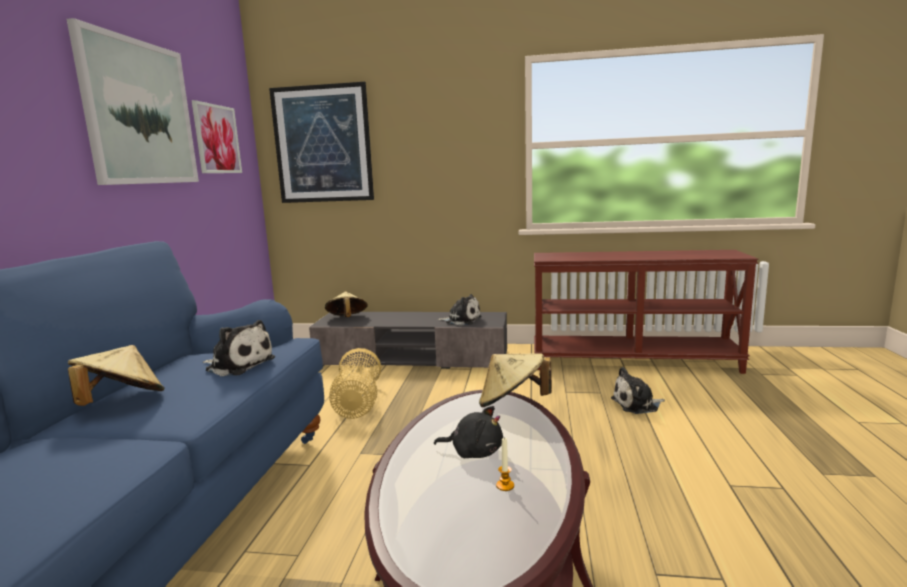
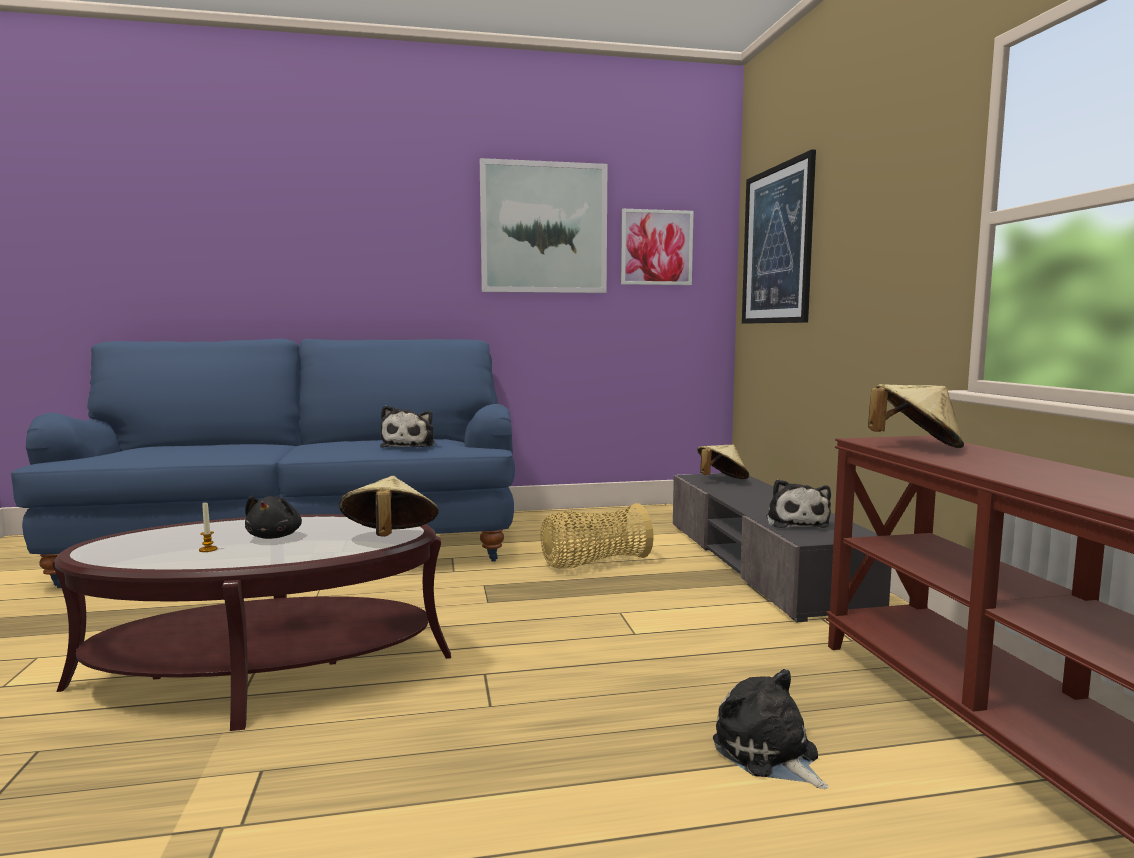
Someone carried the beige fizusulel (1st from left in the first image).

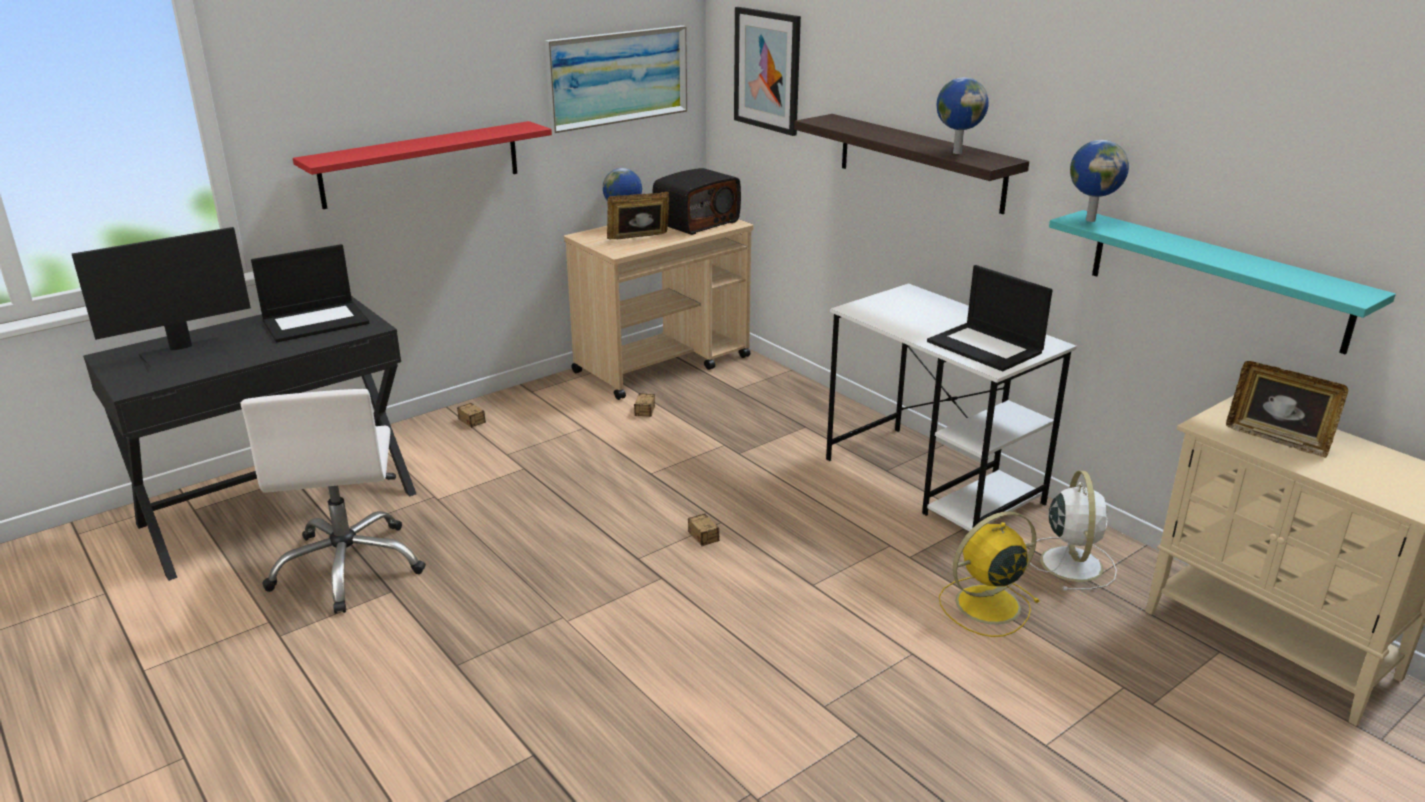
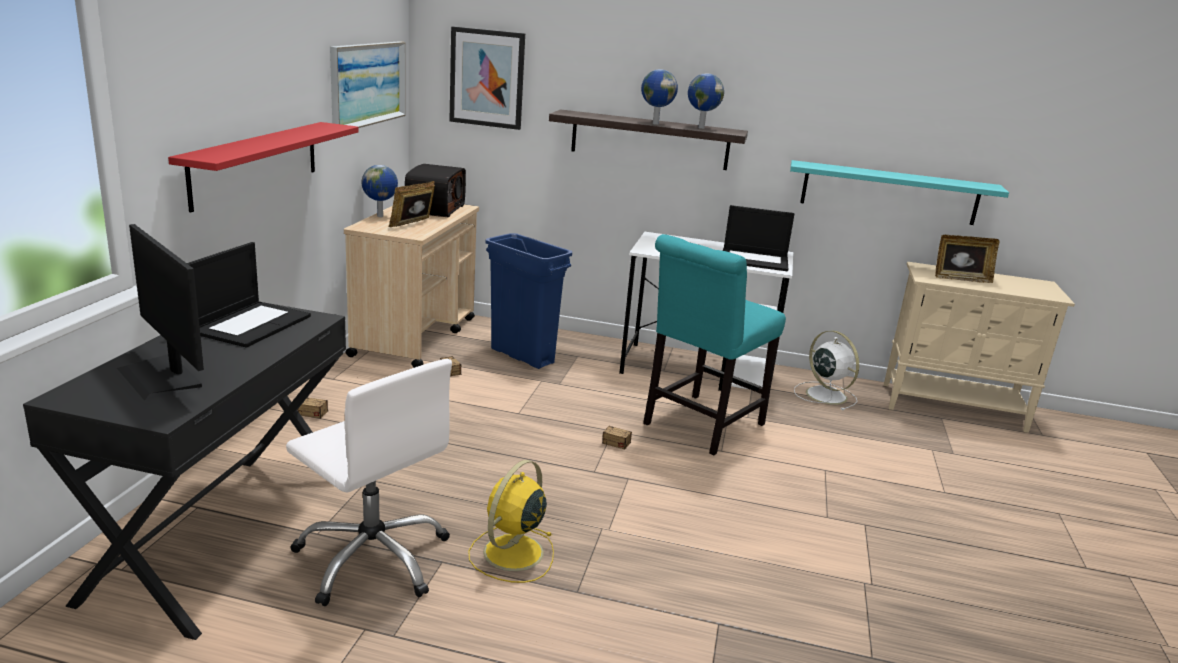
Someone rotated the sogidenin by 120 degrees clockwise. Someone carried the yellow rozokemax. Someone carried the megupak (3rd from left in the first image). Someone put down the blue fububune. Someone put down the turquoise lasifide.

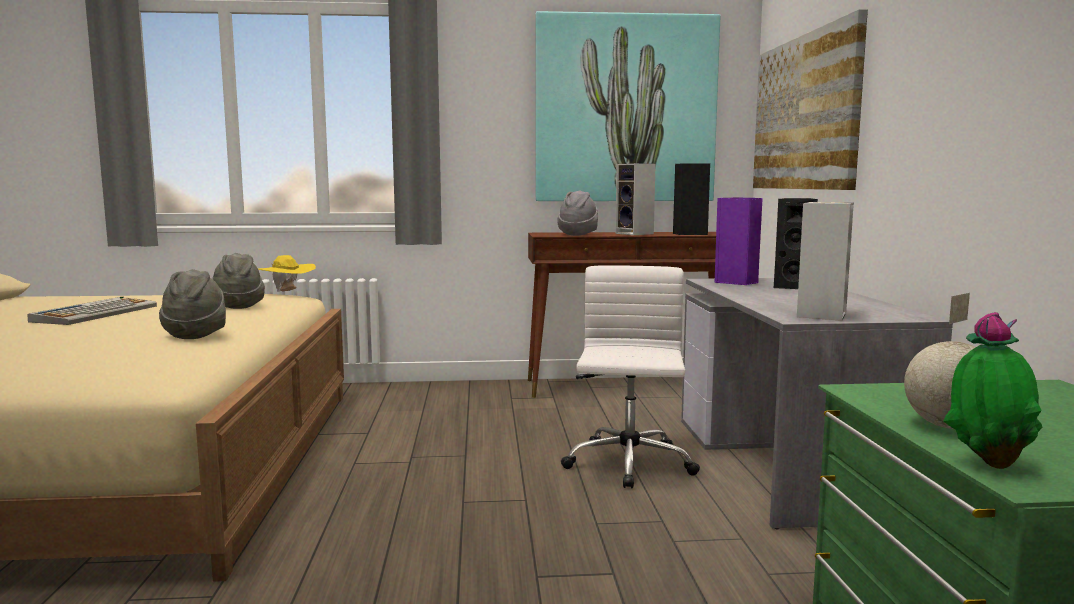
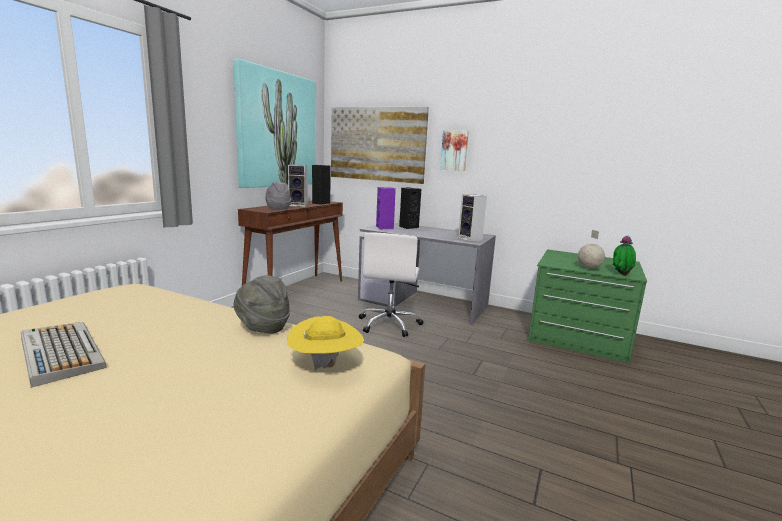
Someone took away the grey fizusulel (2nd from left). Someone carried the yellow fizusulel. Someone rotated the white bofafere by 120 degrees counterclockwise. Someone put up the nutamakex (3rd from left).

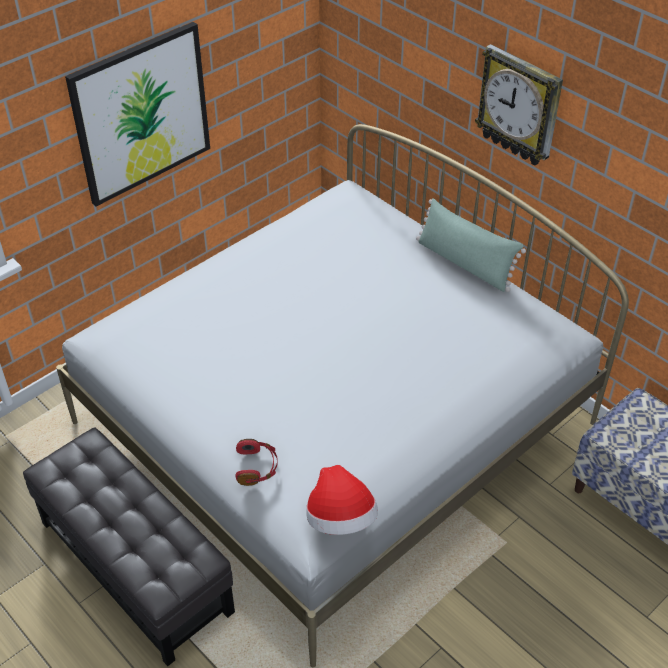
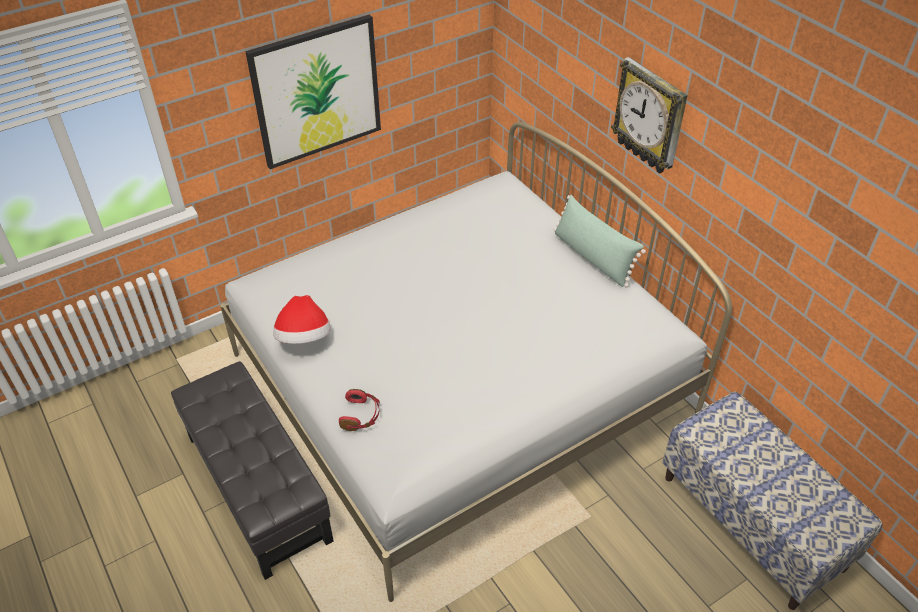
Someone carried the fizusulel.

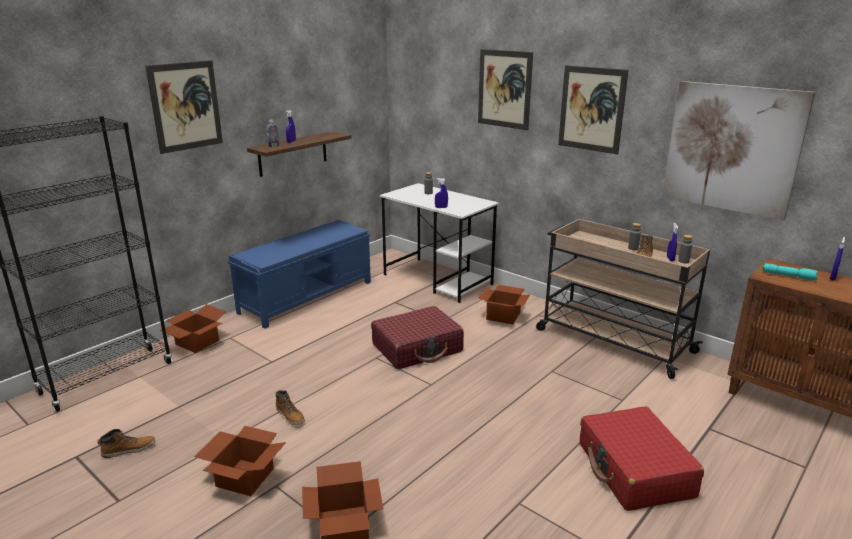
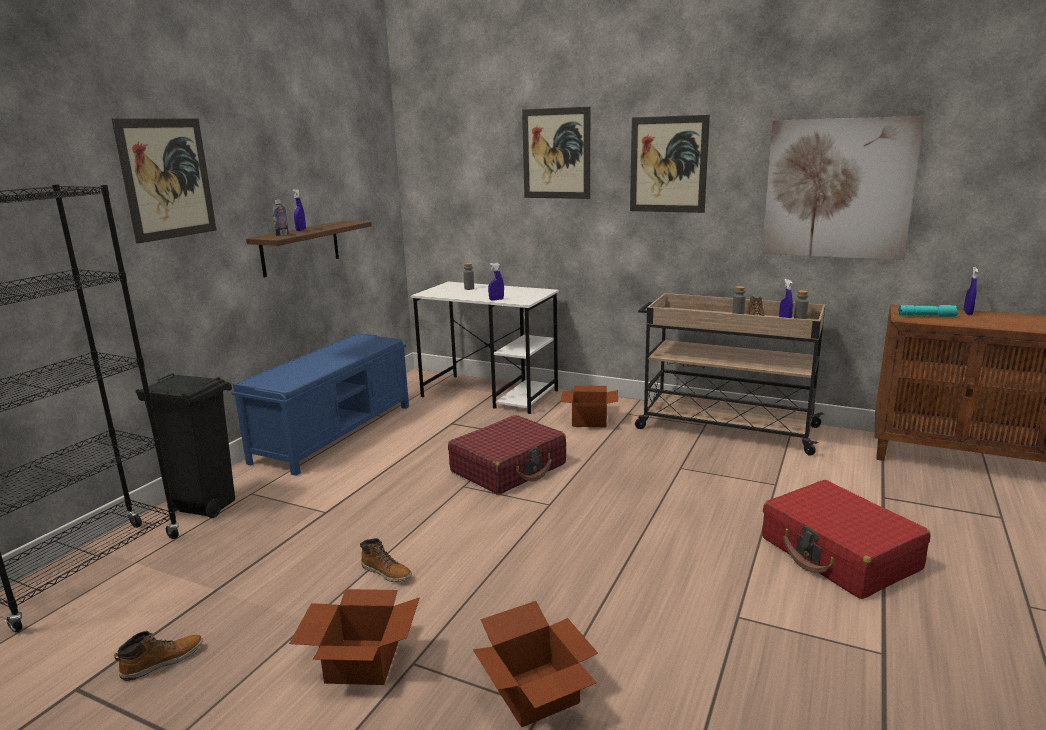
Someone swapped the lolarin (1st from left) for the black fububune.

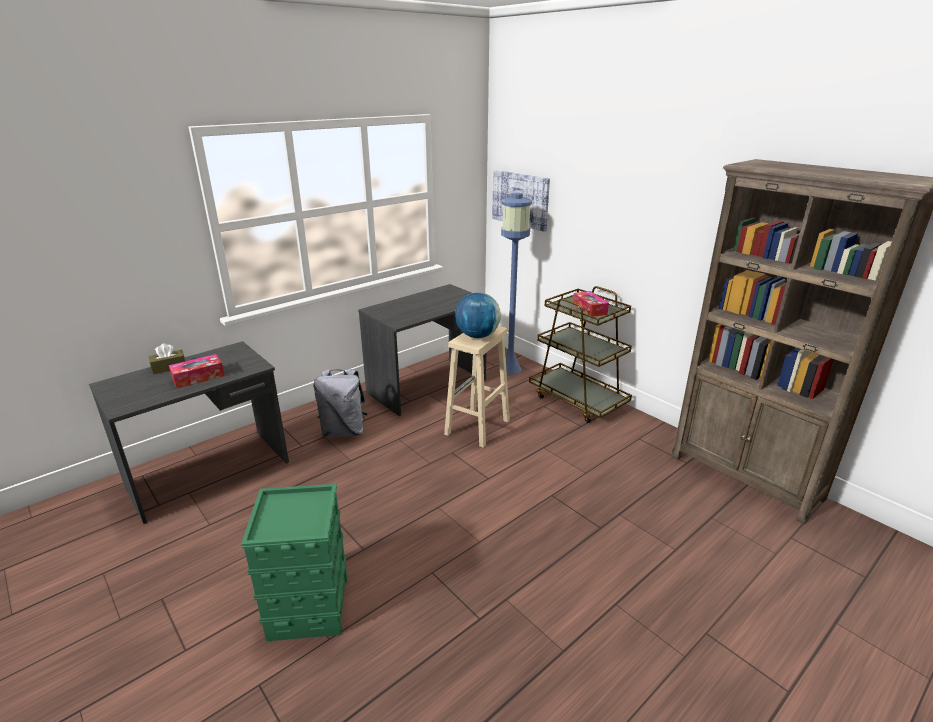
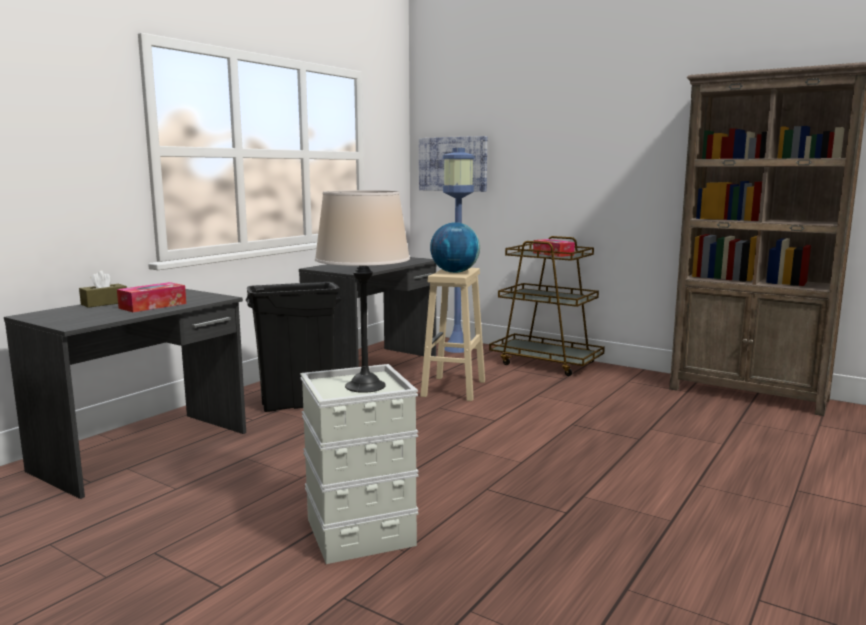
Someone repainted the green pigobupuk, which became the grey pigobupuk. Someone swapped the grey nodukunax for the black fububune. Someone put down the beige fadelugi.

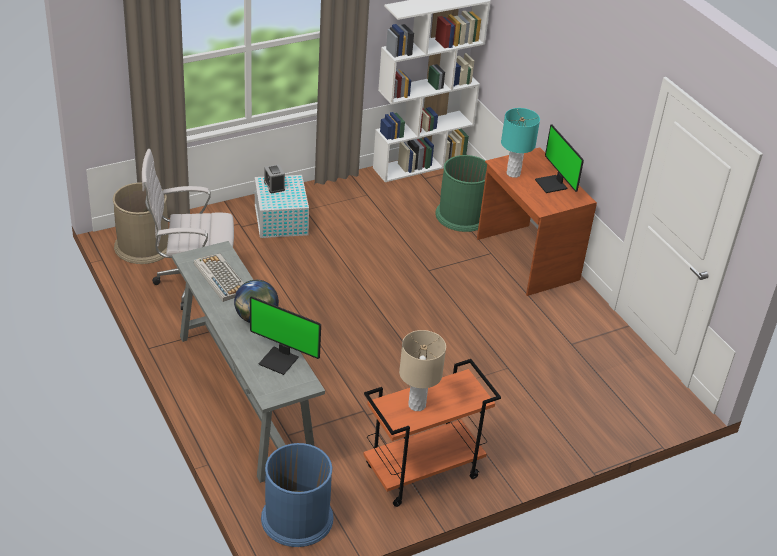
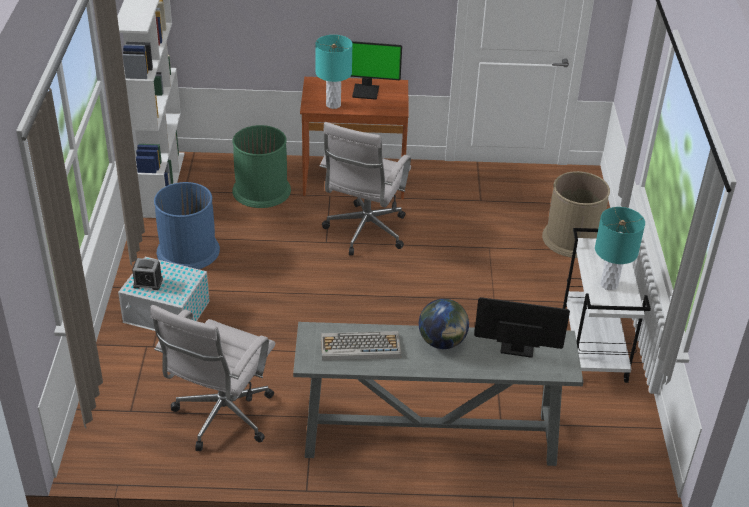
Someone carried the brown fububune. Someone rotated the sogidenin (1st from left in the first image) by 135 degrees counterclockwise. Someone carried the blue fububune. Someone repainted the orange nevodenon, which became the white nevodenon. Someone repainted the beige fadelugi, which became the turquoise fadelugi (2nd from left). Someone put down the white bofafere (2nd from left).

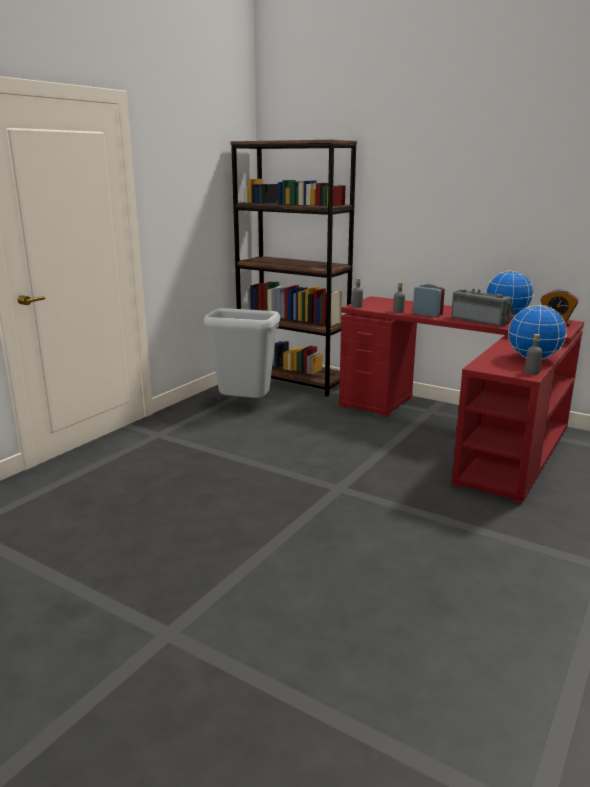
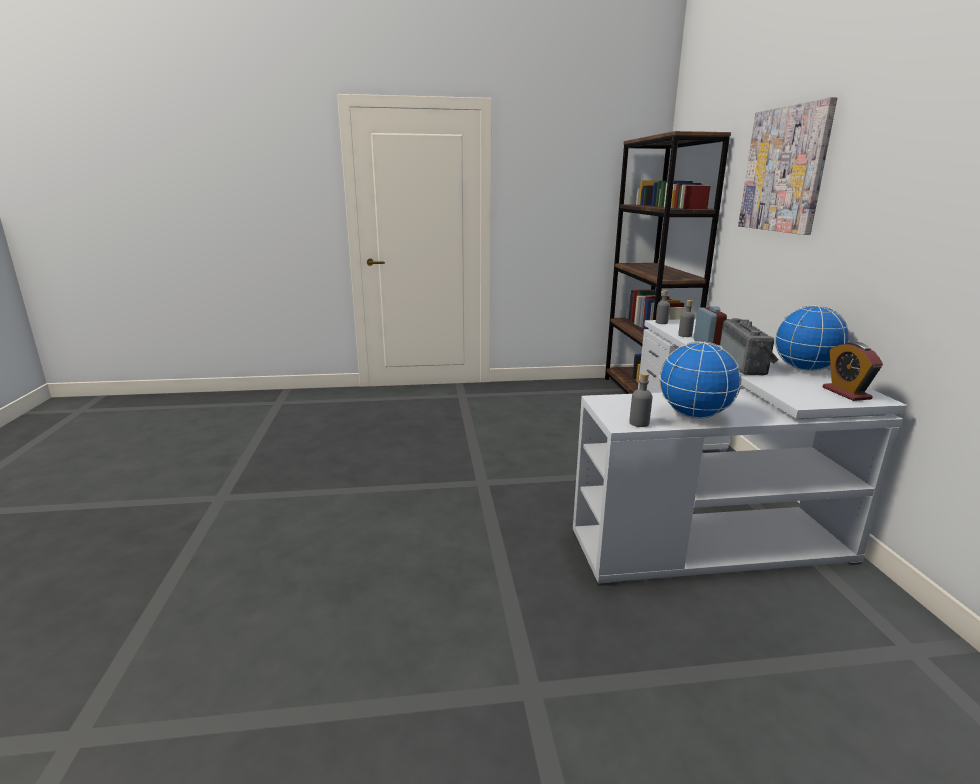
Someone took away the grey fububune. Someone repainted the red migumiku, which became the white migumiku. Someone put up the nutamakex.

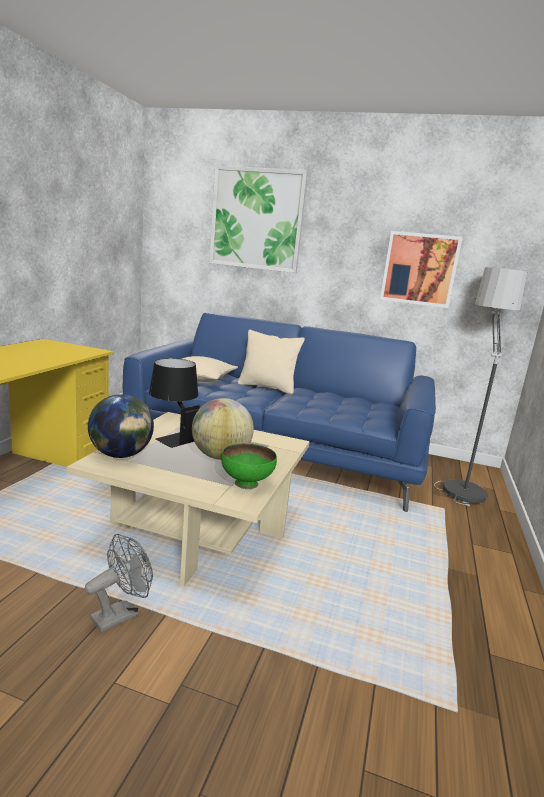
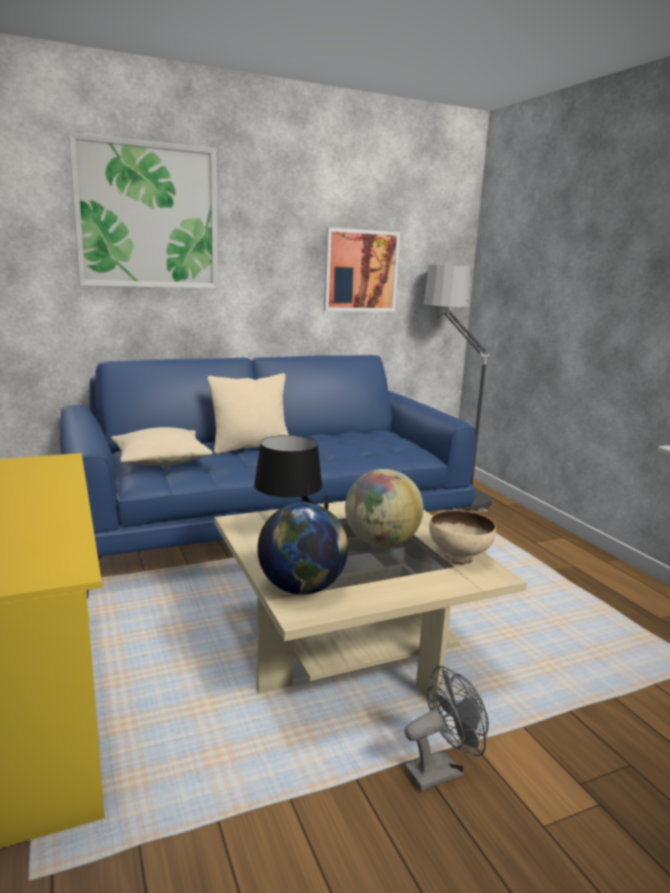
Someone rotated the grey rozokemax by 60 degrees clockwise. Someone repainted the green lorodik, which became the beige lorodik.

